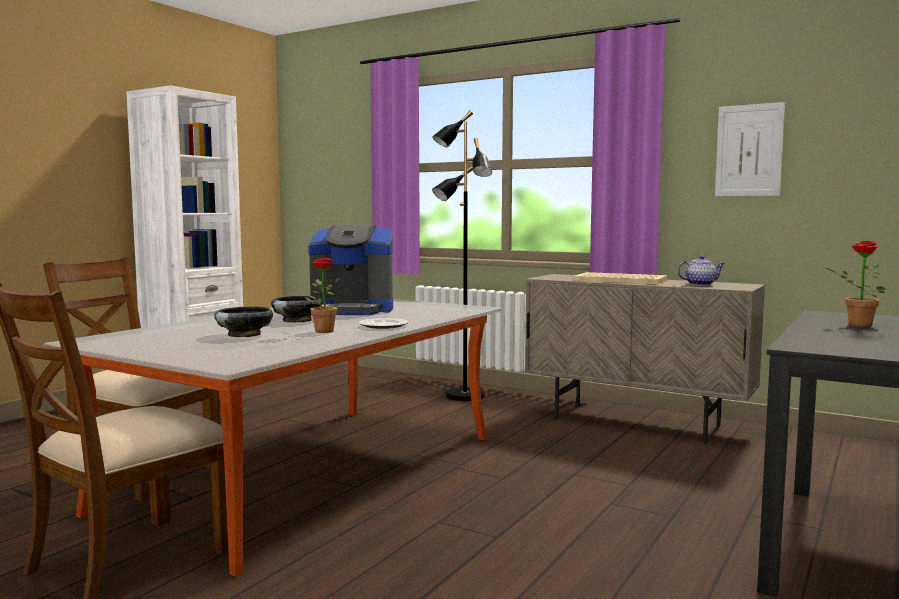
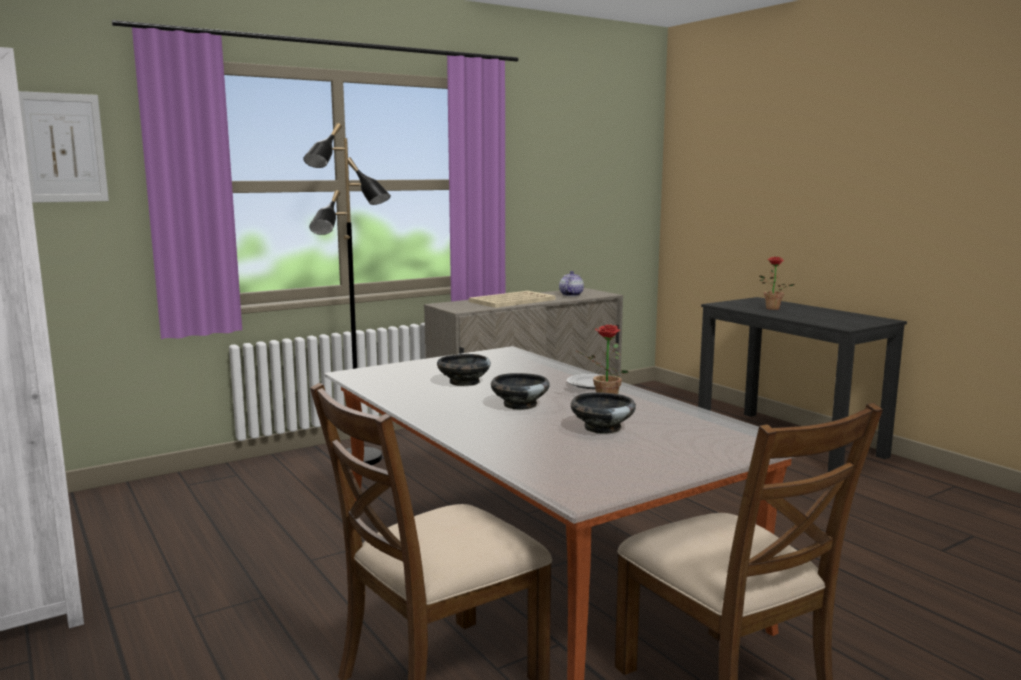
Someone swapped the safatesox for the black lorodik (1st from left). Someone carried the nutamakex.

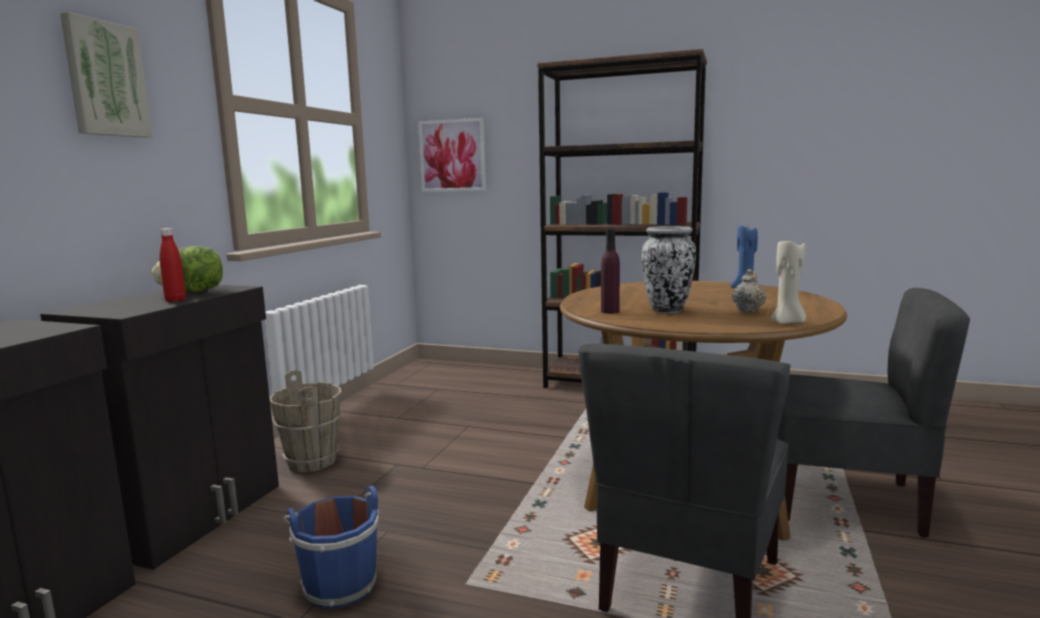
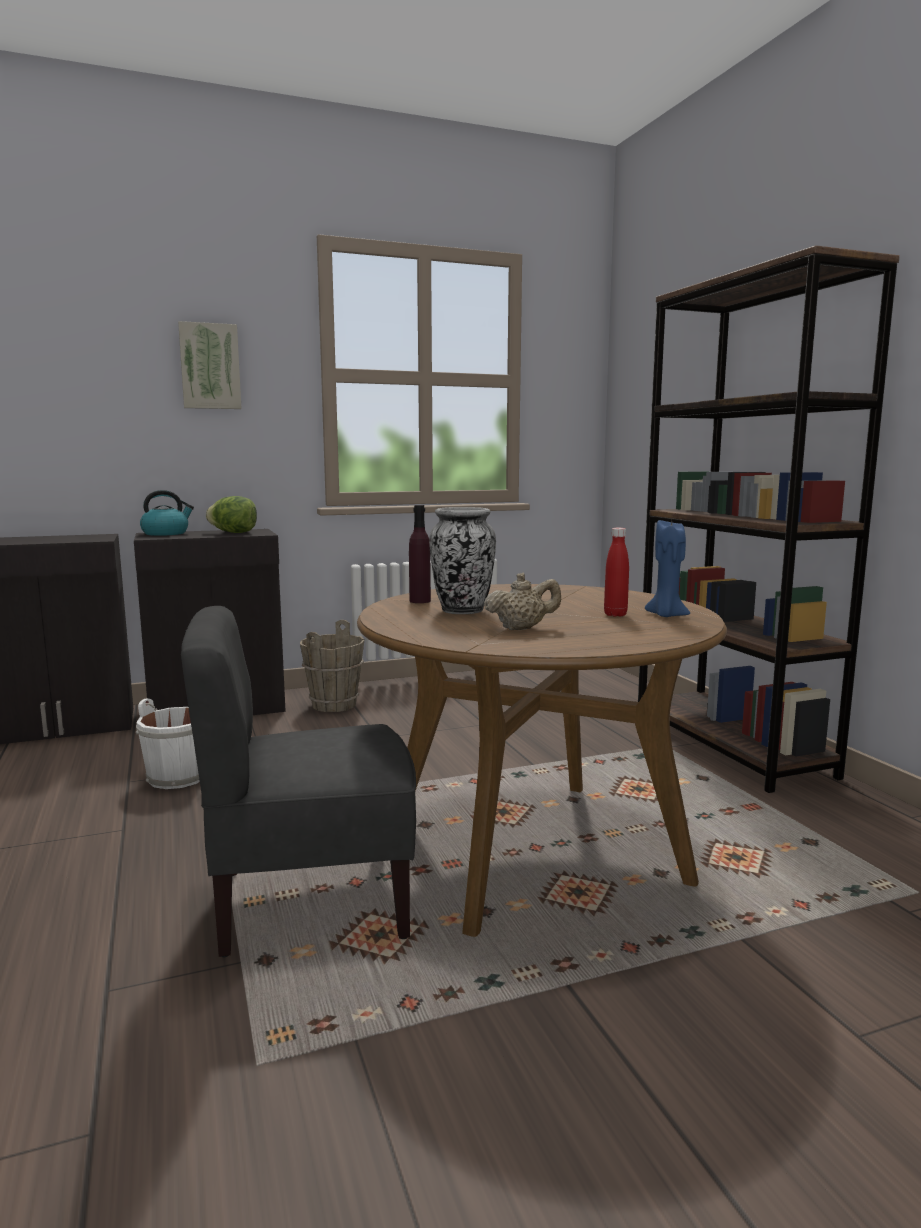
Someone carried the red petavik. Someone repainted the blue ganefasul, which became the white ganefasul. Someone took away the nutamakex (2nd from left). Someone took away the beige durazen. Someone took away the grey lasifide (2nd from left). Someone put down the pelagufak.

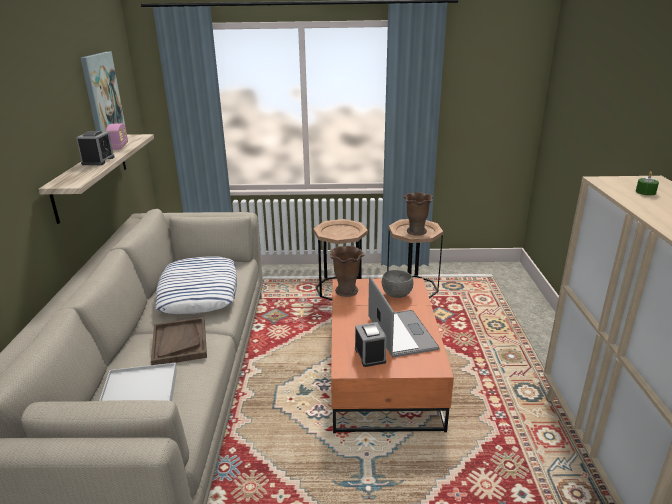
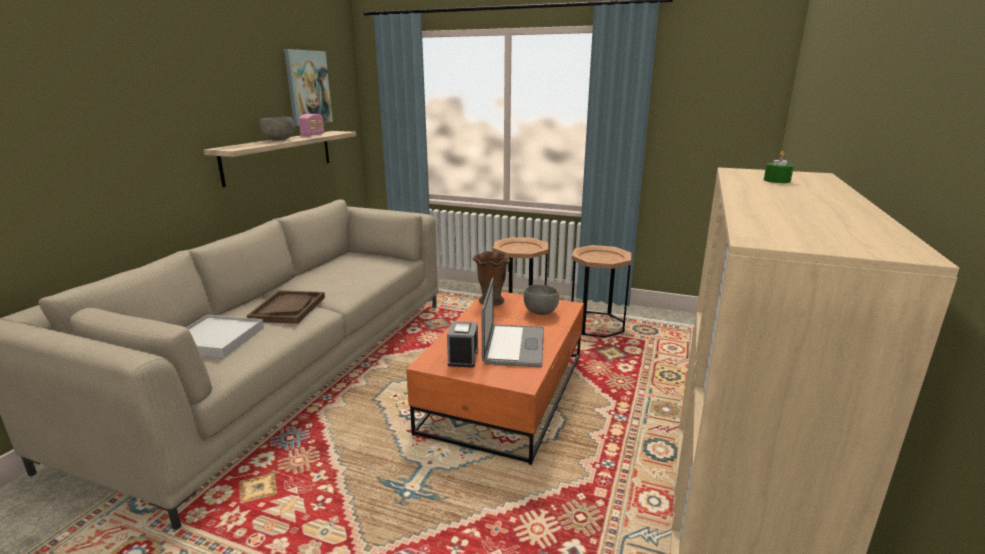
Someone swapped the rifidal (1st from left) for the grey lorodik (1st from left). Someone took away the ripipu. Someone took away the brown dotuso (2nd from left).

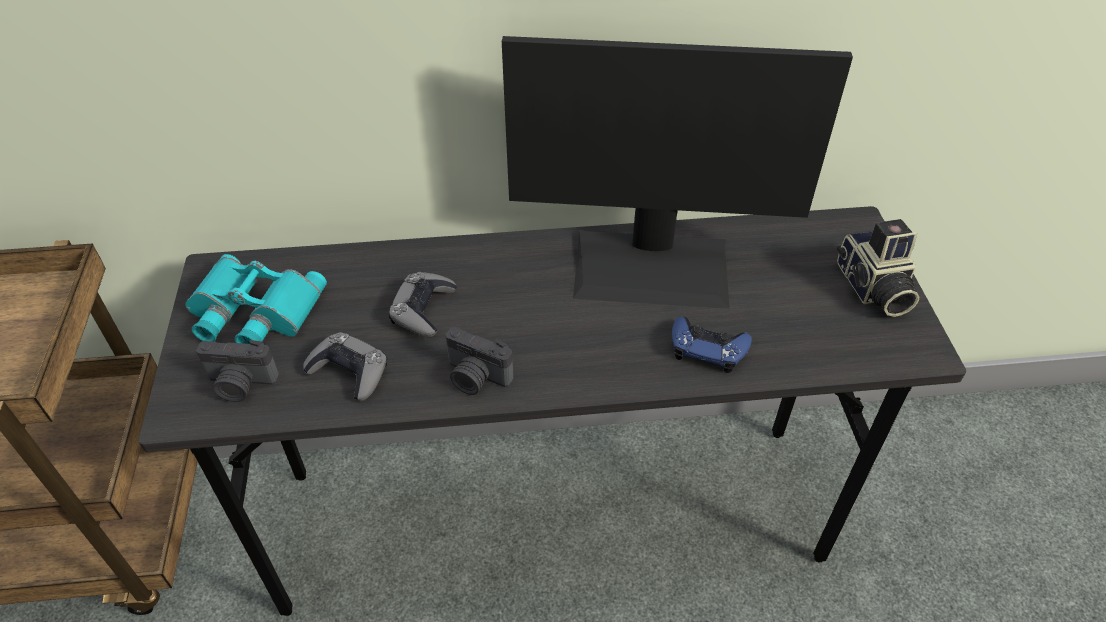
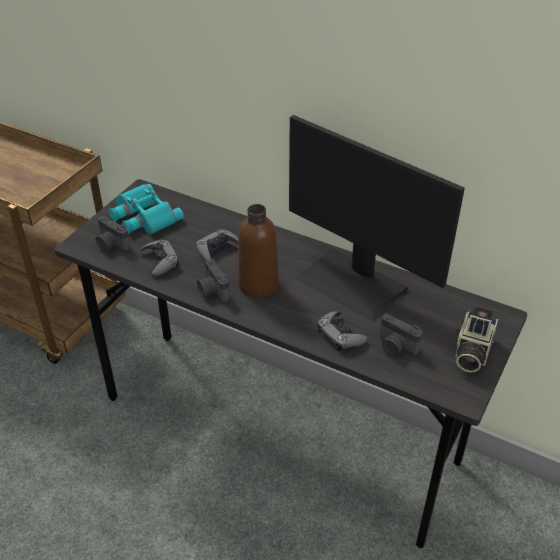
Someone repainted the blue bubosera, which became the grey bubosera (3rd from left). Someone put down the brown petavik. Someone put down the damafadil (3rd from left).

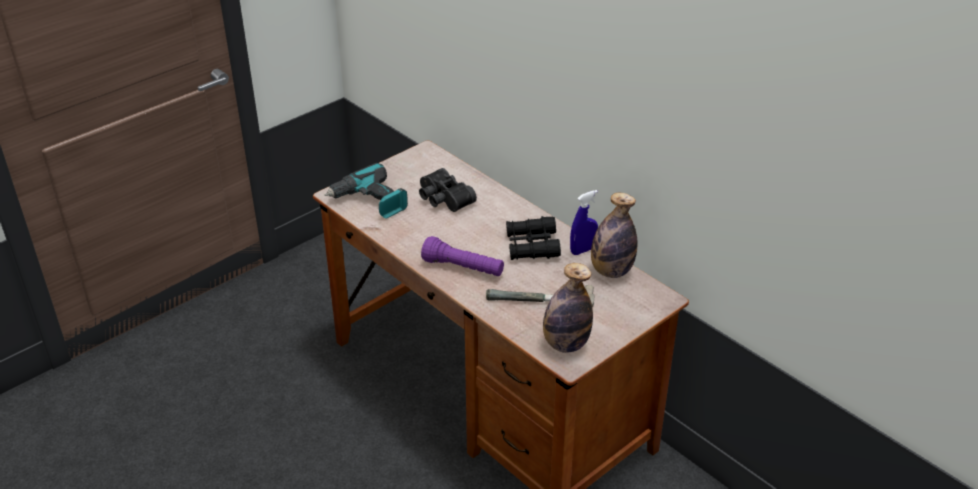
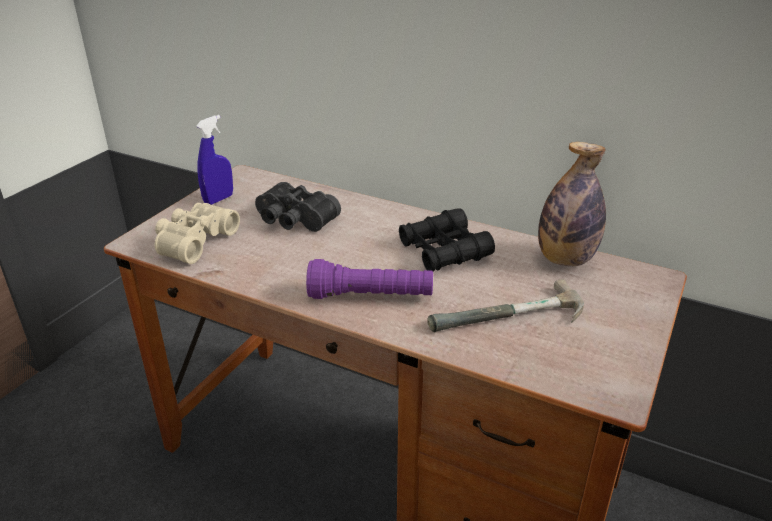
Someone swapped the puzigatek for the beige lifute. Someone took away the petavik (1st from left). Someone carried the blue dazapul.

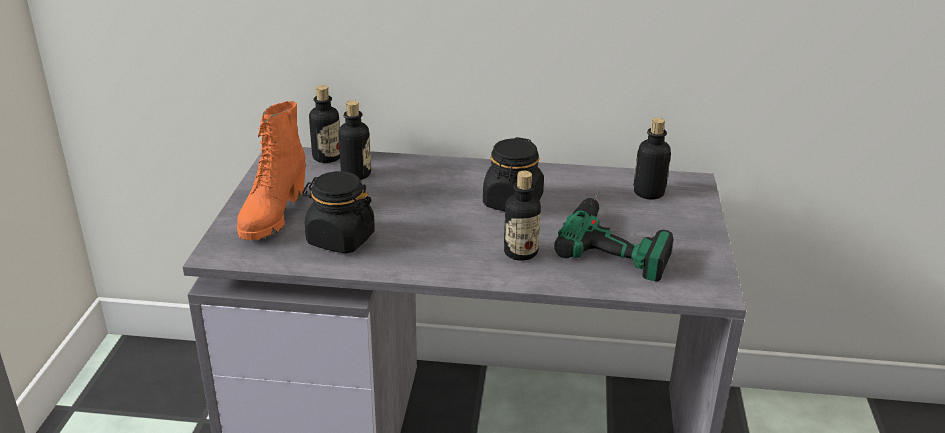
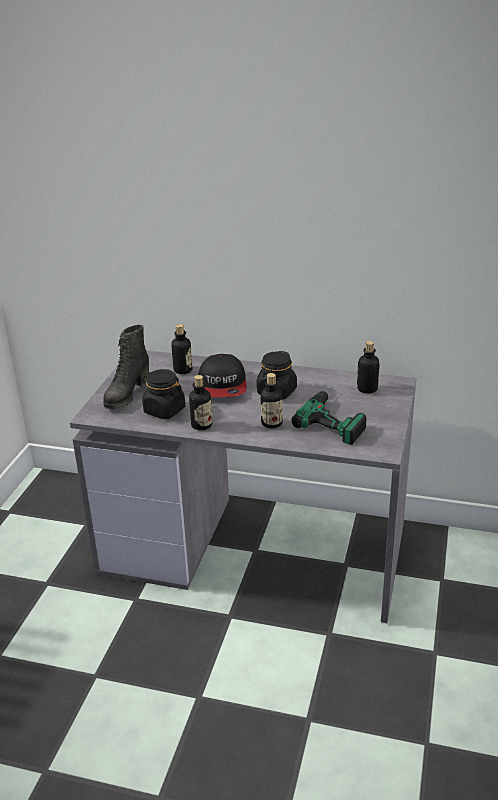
Someone repainted the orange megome, which became the black megome. Someone carried the petavik (1st from left in the first image). Someone put down the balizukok.

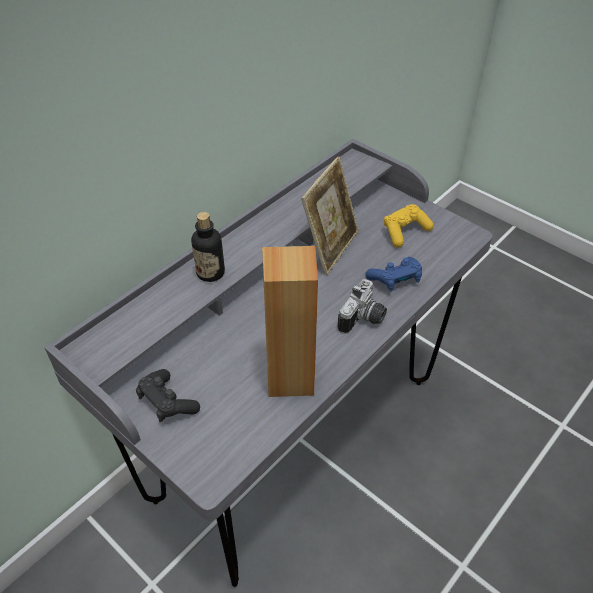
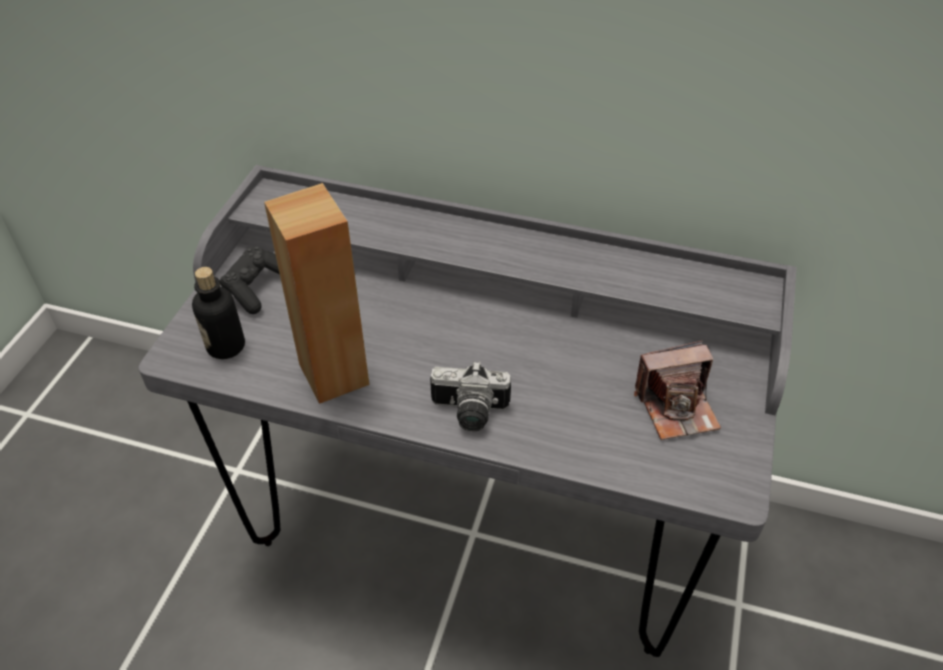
Someone carried the petavik. Someone took away the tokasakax. Someone took away the blue bubosera. Someone swapped the yellow bubosera for the damafadil (2nd from left).

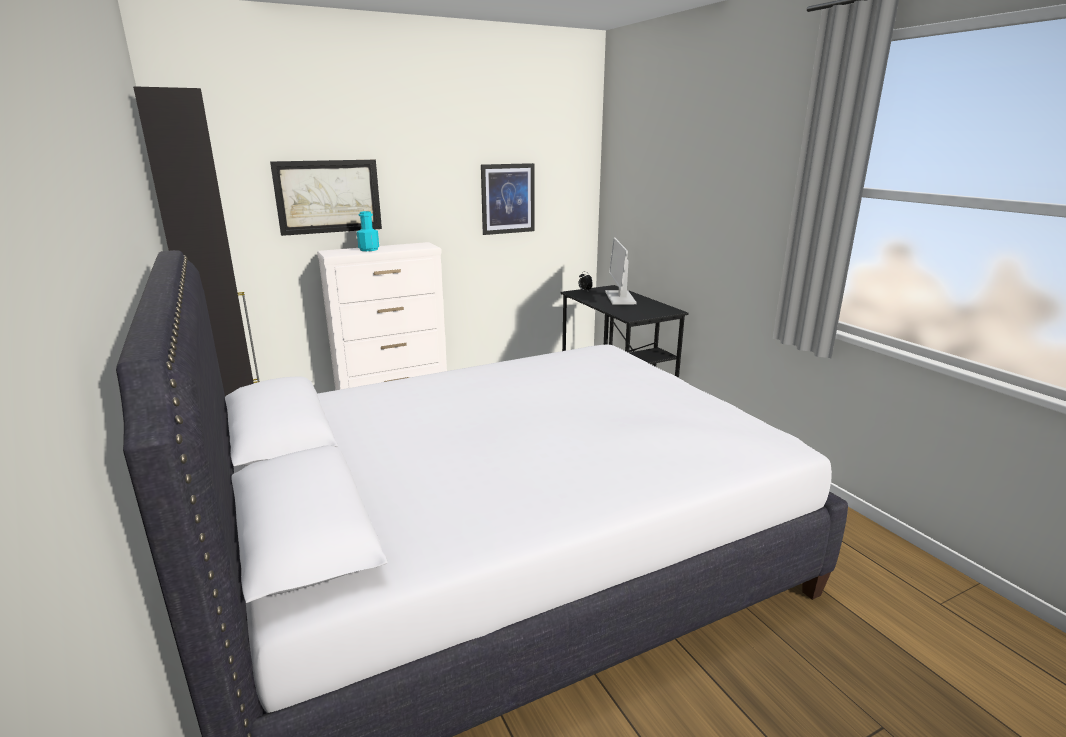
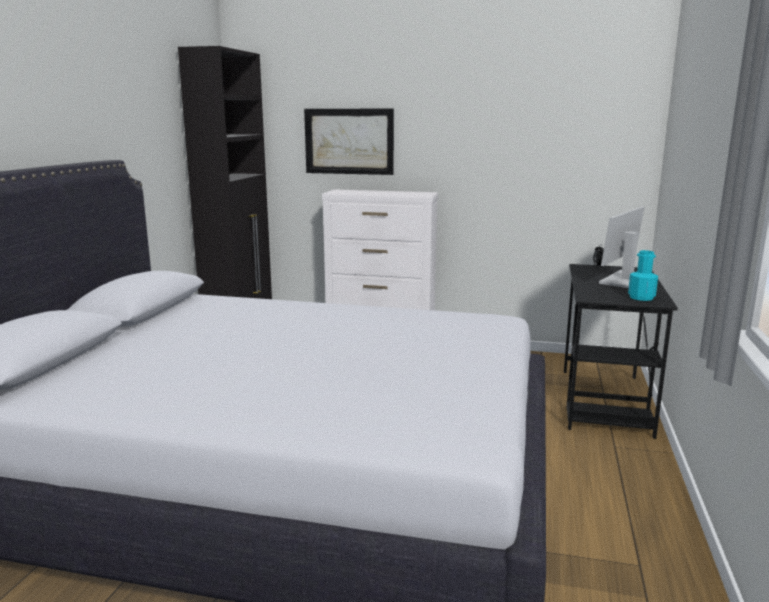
Someone carried the turquoise petavik. Someone took away the nutamakex (2nd from left).

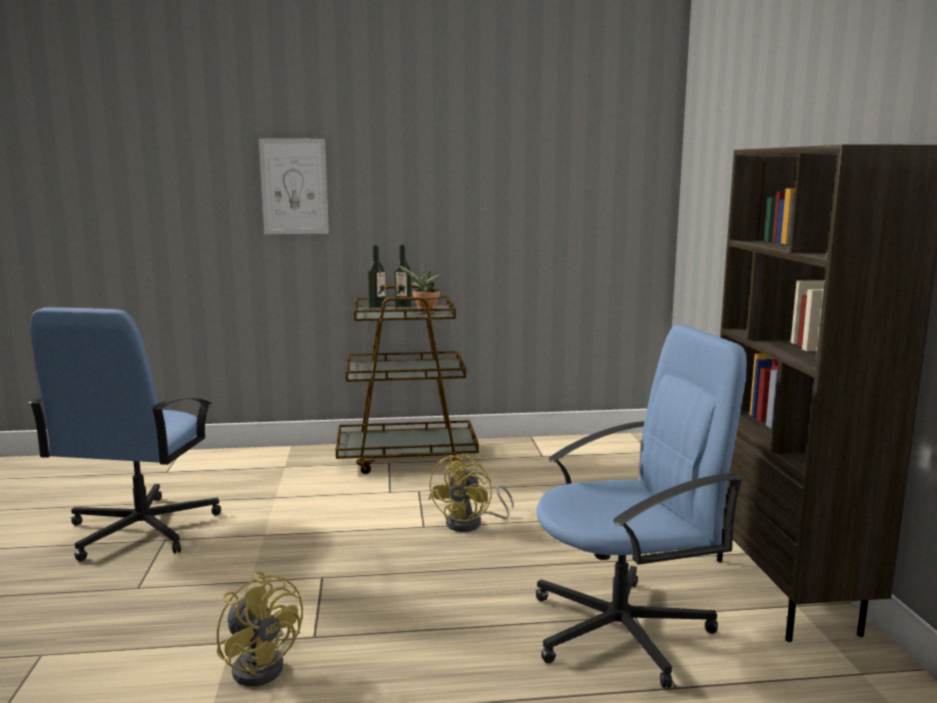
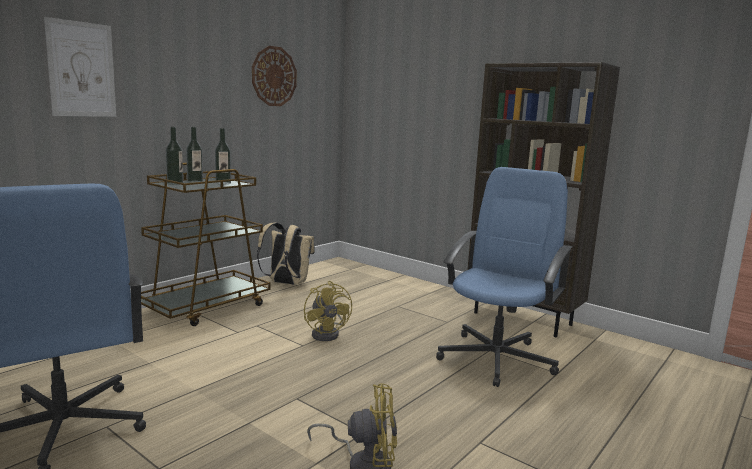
Someone swapped the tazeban for the petavik (3rd from left). Someone put up the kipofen. Someone put down the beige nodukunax.

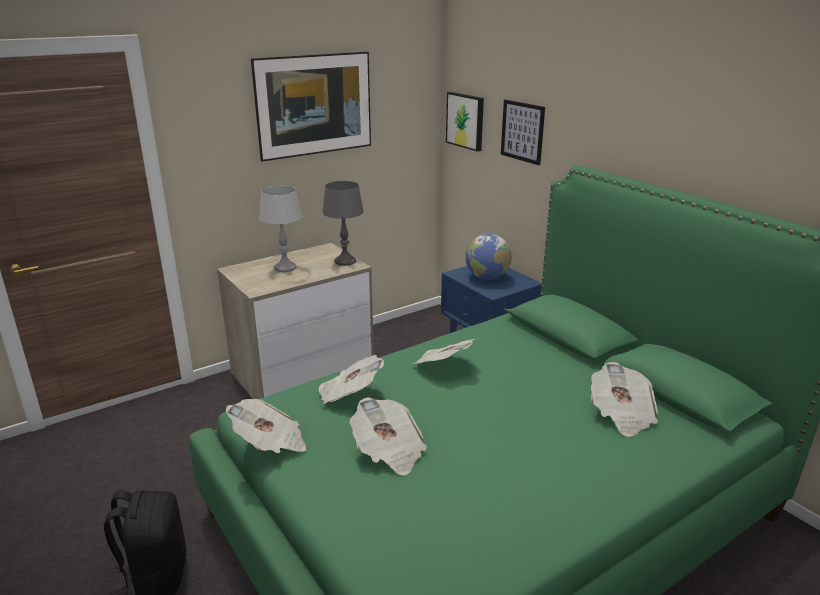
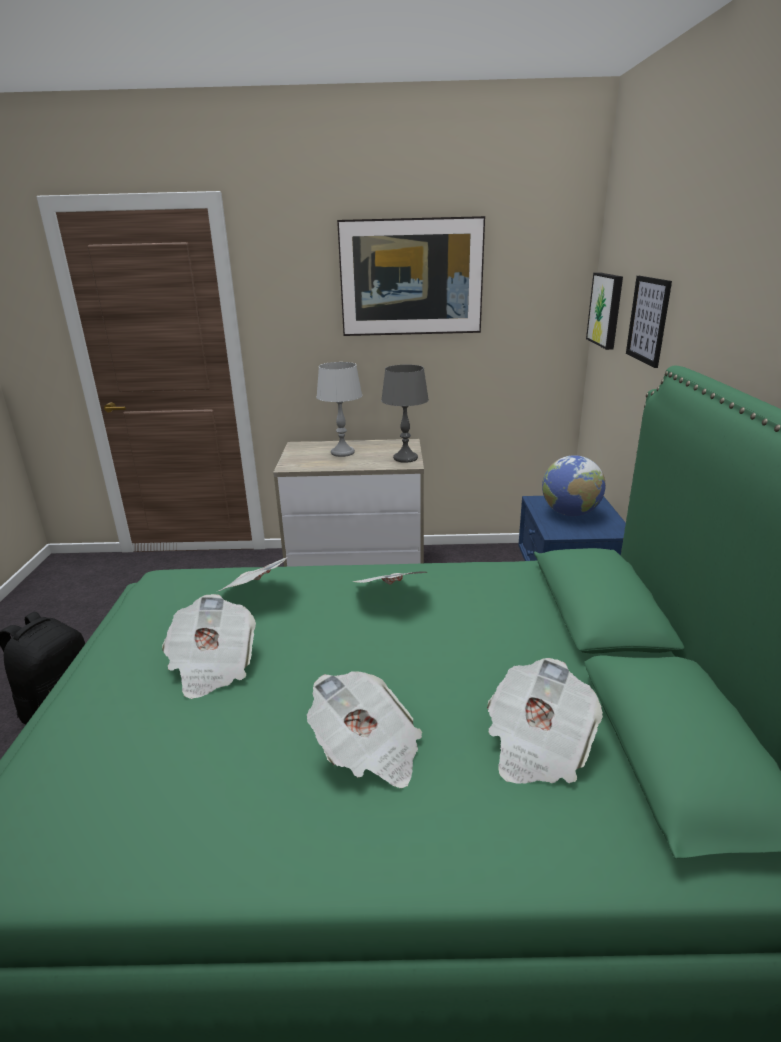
Someone carried the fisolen (1st from left in the first image).

